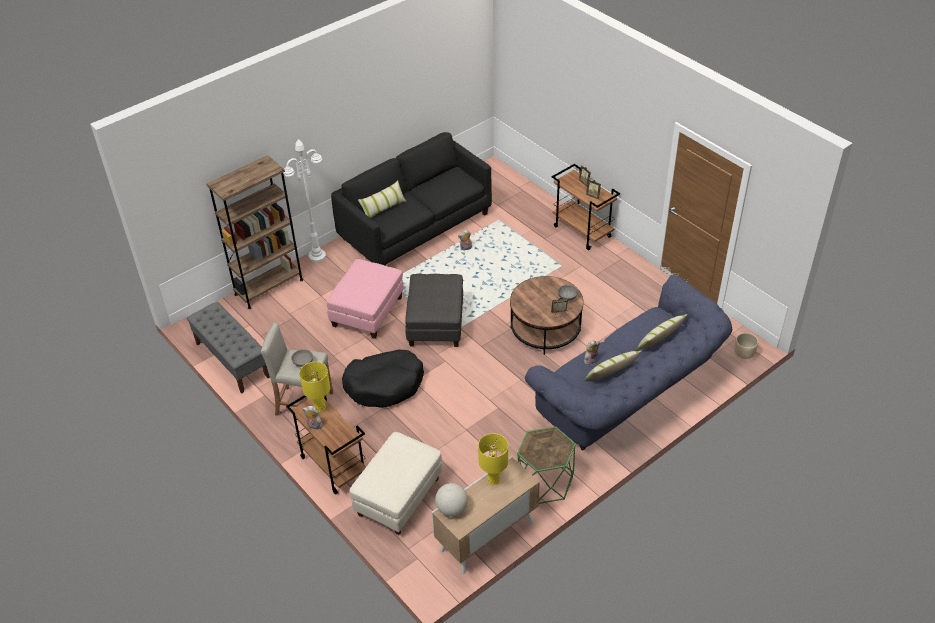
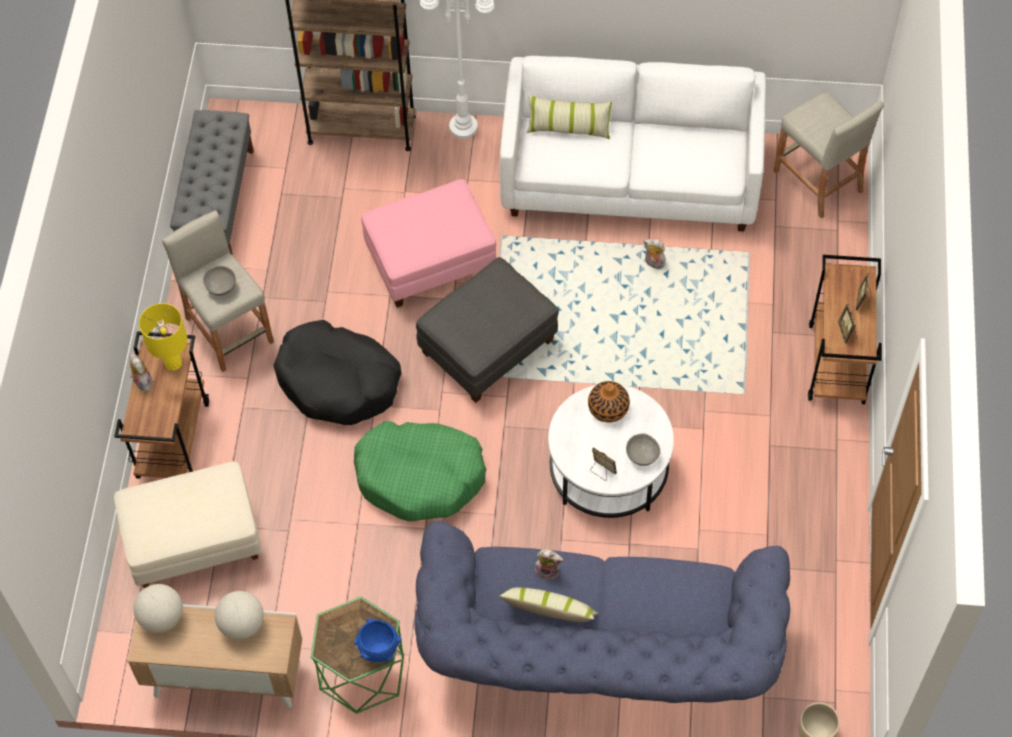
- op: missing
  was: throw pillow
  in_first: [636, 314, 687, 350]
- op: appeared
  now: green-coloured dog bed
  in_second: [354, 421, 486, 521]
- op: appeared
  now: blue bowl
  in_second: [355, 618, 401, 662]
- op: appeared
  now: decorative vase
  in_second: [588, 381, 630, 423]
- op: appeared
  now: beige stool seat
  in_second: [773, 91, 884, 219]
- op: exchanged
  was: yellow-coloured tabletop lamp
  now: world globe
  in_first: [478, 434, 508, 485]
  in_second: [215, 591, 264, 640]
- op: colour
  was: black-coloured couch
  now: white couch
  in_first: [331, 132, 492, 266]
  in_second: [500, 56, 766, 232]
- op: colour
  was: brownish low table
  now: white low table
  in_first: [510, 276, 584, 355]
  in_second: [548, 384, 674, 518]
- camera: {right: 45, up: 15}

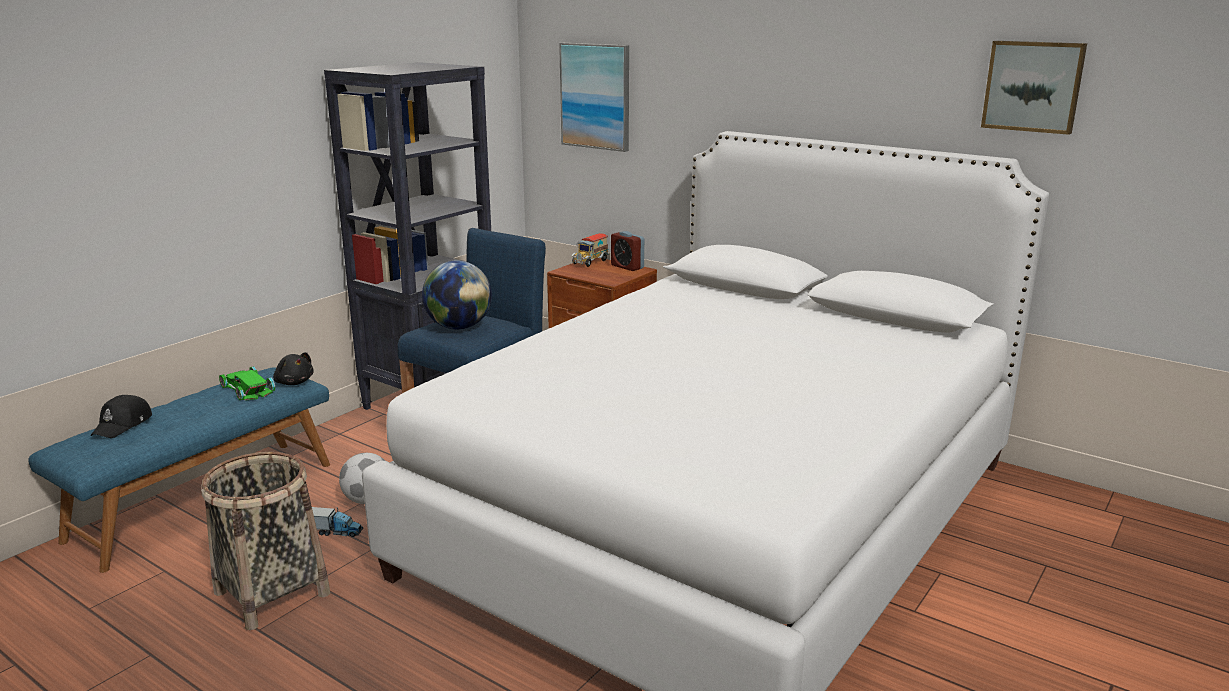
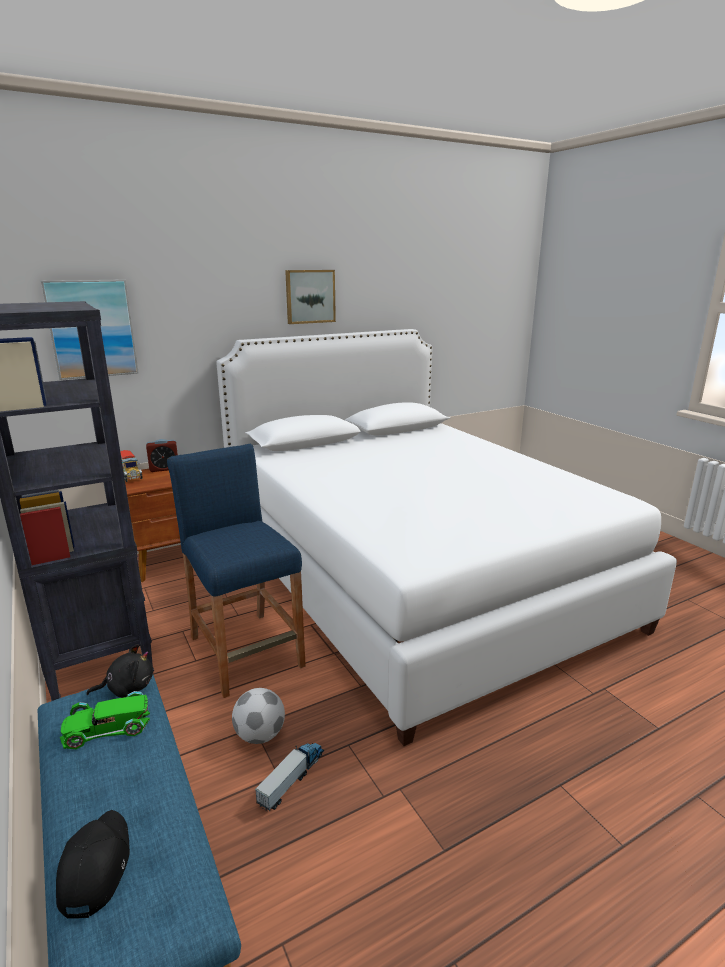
- op: missing
  was: storage basket
  in_first: [201, 452, 330, 630]
- op: missing
  was: world globe
  in_first: [422, 260, 492, 330]
- op: relocated
  was: picture
  in_first: [981, 41, 1087, 135]
  in_second: [285, 270, 336, 324]
- op: spun
  was: black-coloured baseball cap
  in_first: [91, 395, 152, 438]
  in_second: [56, 810, 130, 919]
  clockwise: -135
- camera: {right: -65, up: 0}

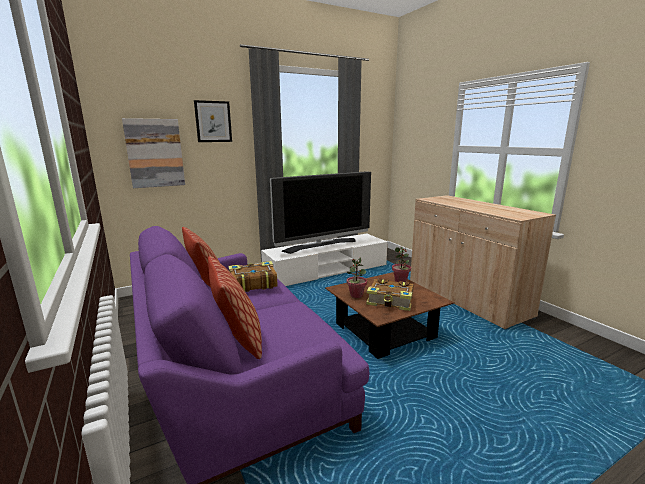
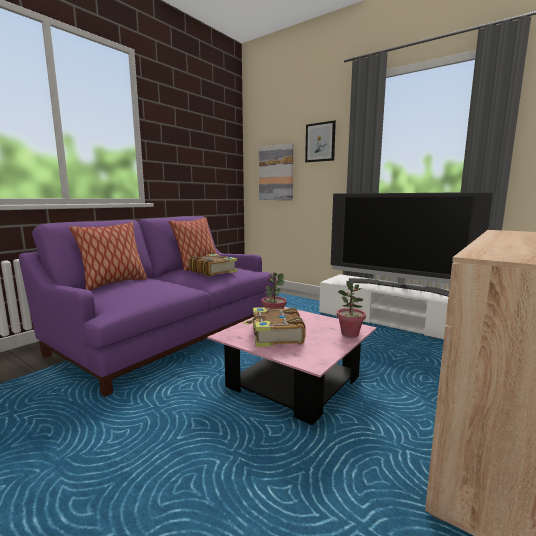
- op: colour
  was: brownish low table
  now: pink-coloured low table
  in_first: [325, 272, 454, 359]
  in_second: [207, 307, 377, 425]
- camera: {right: 65, up: -5}

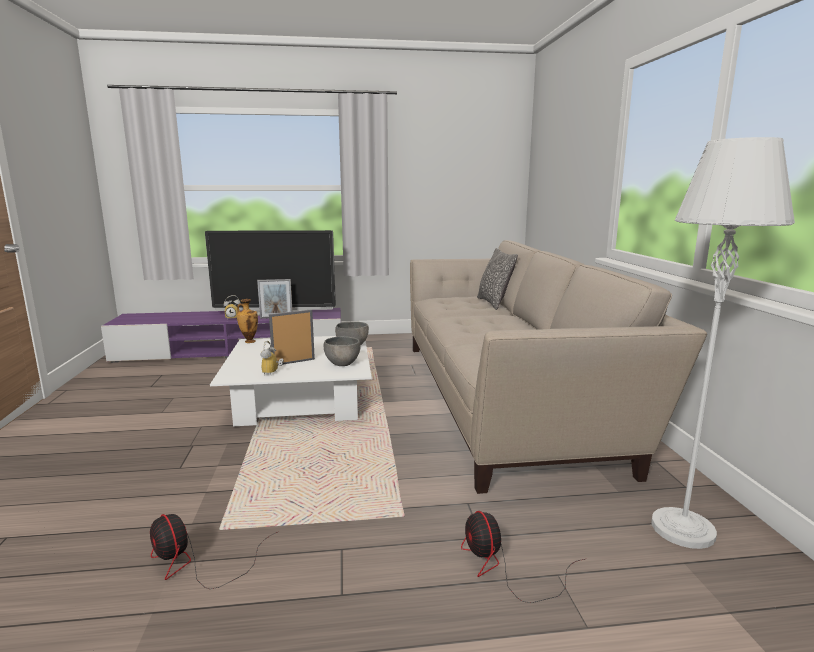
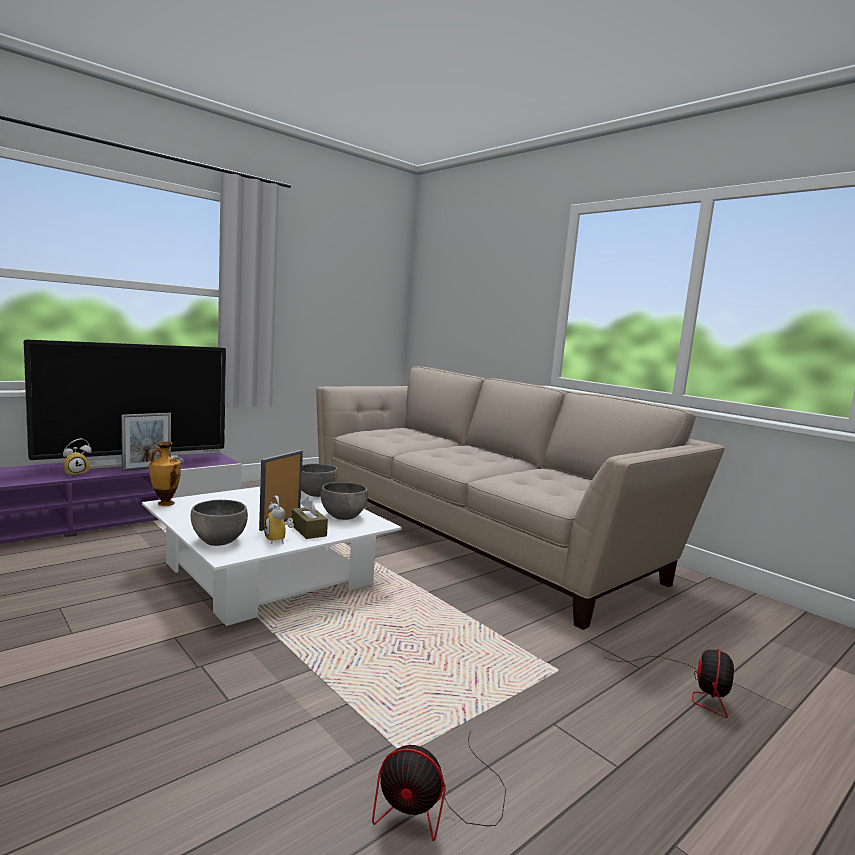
- op: missing
  was: throw pillow
  in_first: [477, 248, 518, 310]
- op: missing
  was: grey standing lamp
  in_first: [651, 137, 795, 549]
- op: appeared
  now: grey bowl
  in_second: [191, 500, 248, 546]
- op: appeared
  now: brownish tissue holder
  in_second: [292, 497, 328, 539]
- op: spun
  was: electric fan
  in_first: [461, 511, 585, 603]
  in_second: [604, 649, 734, 718]
  clockwise: -105
- camera: {right: -35, up: -5}

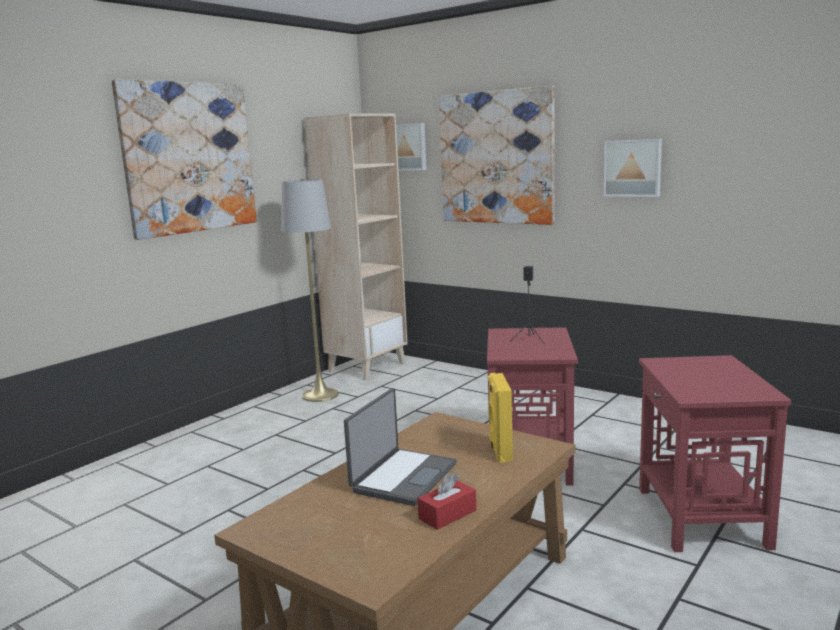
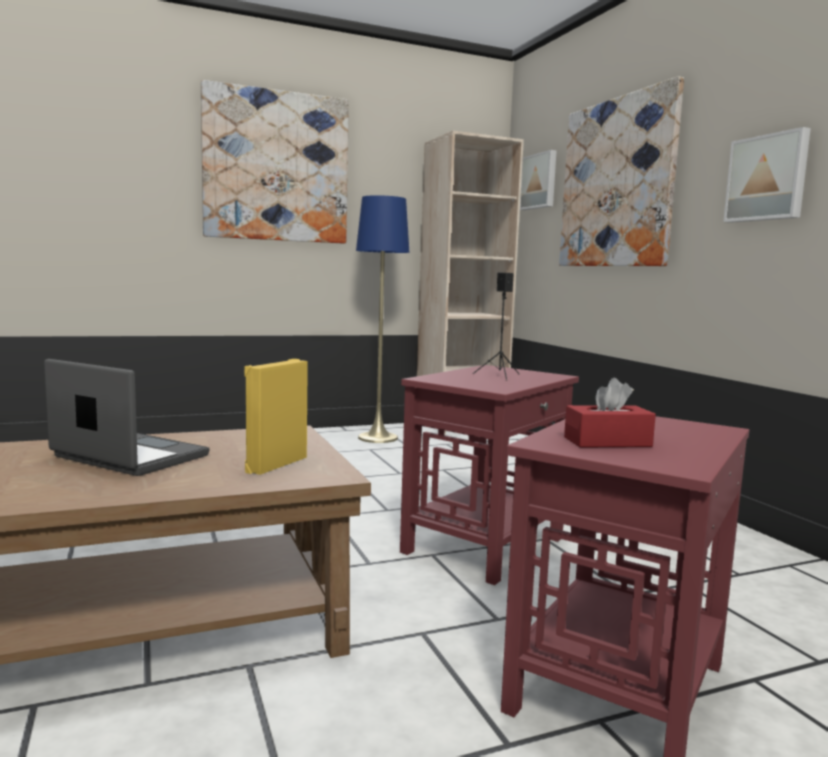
- op: relocated
  was: reddish tissue holder
  in_first: [417, 473, 476, 530]
  in_second: [564, 378, 656, 448]
- op: colour
  was: grey standing lamp
  now: blue standing lamp
  in_first: [281, 179, 339, 402]
  in_second: [356, 195, 410, 443]
- op: spun
  was: laptop
  in_first: [344, 388, 457, 506]
  in_second: [44, 359, 209, 476]
  clockwise: -120
- camera: {right: 30, up: -5}

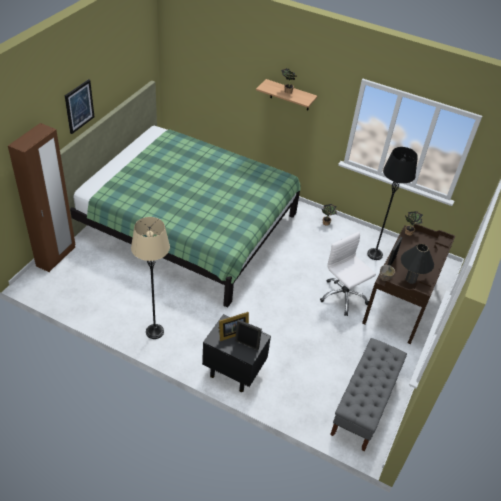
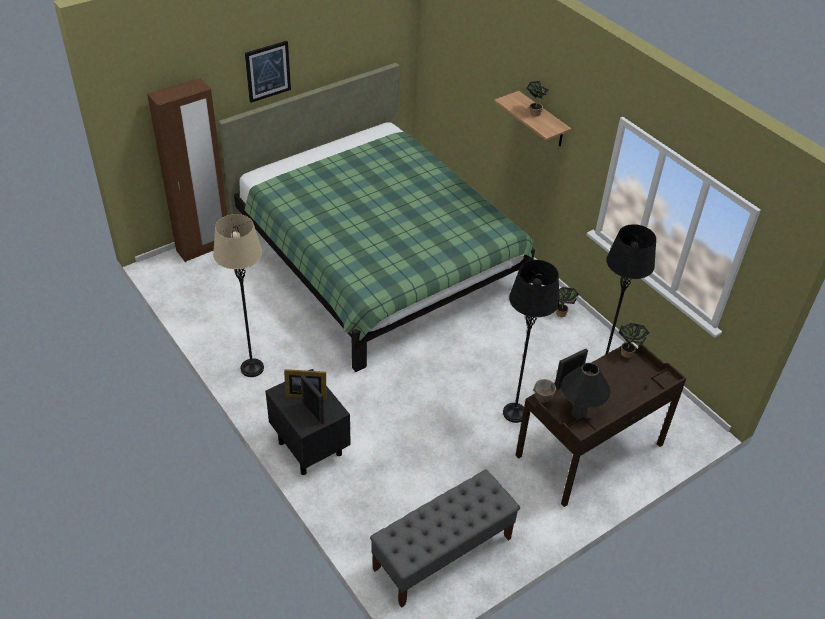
- op: exchanged
  was: white computer chair
  now: black-coloured standing lamp
  in_first: [320, 232, 376, 316]
  in_second: [503, 260, 559, 423]
- camera: {right: 30, up: 0}

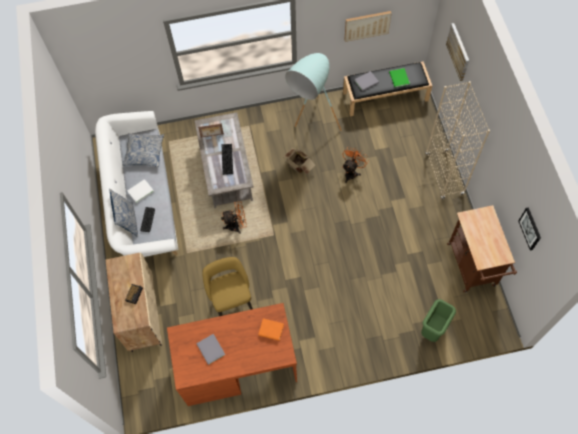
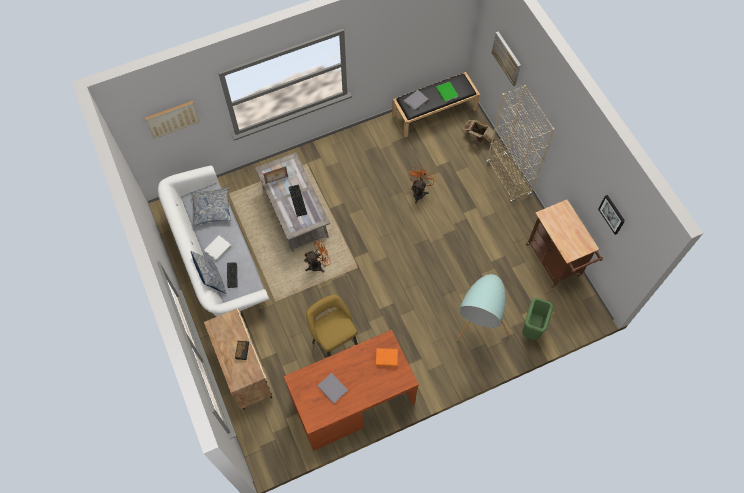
- op: relocated
  was: carton
  in_first: [283, 148, 316, 174]
  in_second: [463, 120, 494, 144]
- op: relocated
  was: turquoise standing lamp
  in_first: [285, 53, 342, 131]
  in_second: [456, 274, 509, 341]
- op: relocated
  was: picture
  in_first: [344, 11, 391, 42]
  in_second: [145, 101, 200, 139]
- camera: {right: -15, up: 0}

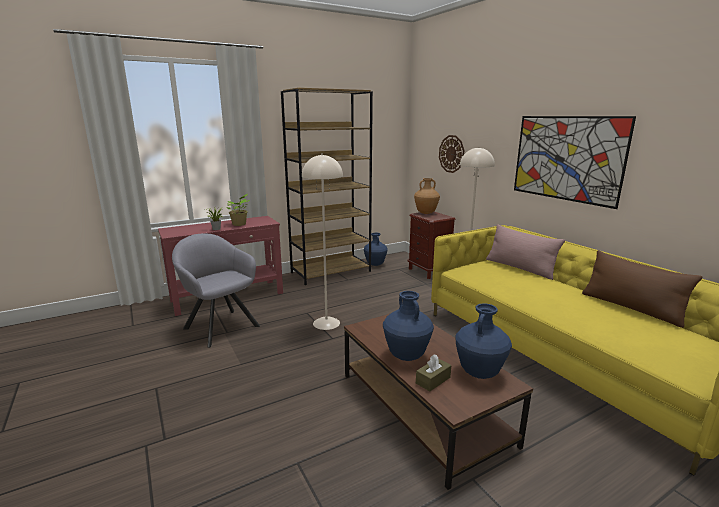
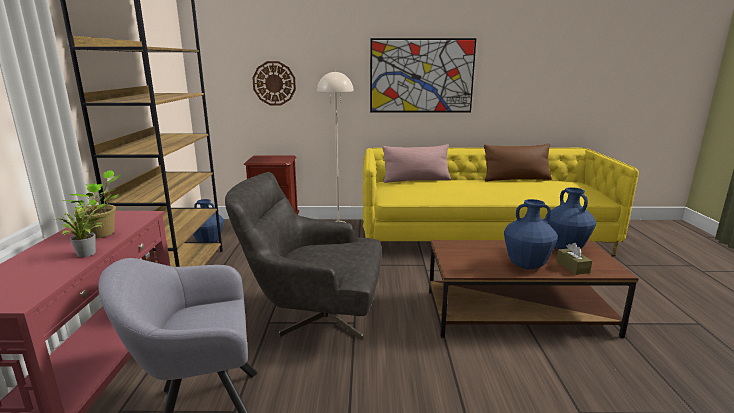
- op: missing
  was: brownish decorative vase
  in_first: [414, 178, 440, 214]
- op: exchanged
  was: beige standing lamp
  now: grey lounge chair
  in_first: [302, 154, 343, 330]
  in_second: [225, 172, 382, 340]
- camera: {right: -60, up: 0}

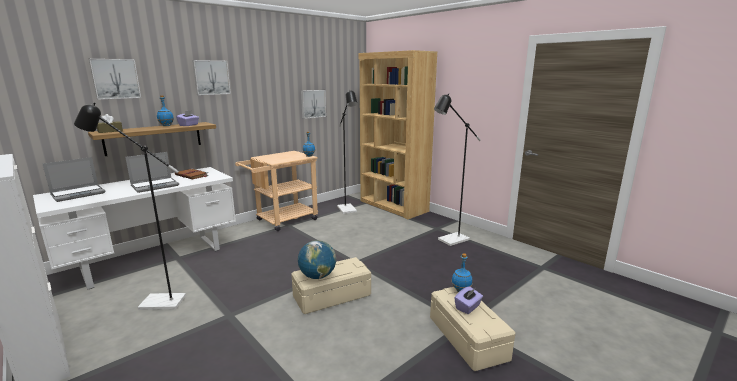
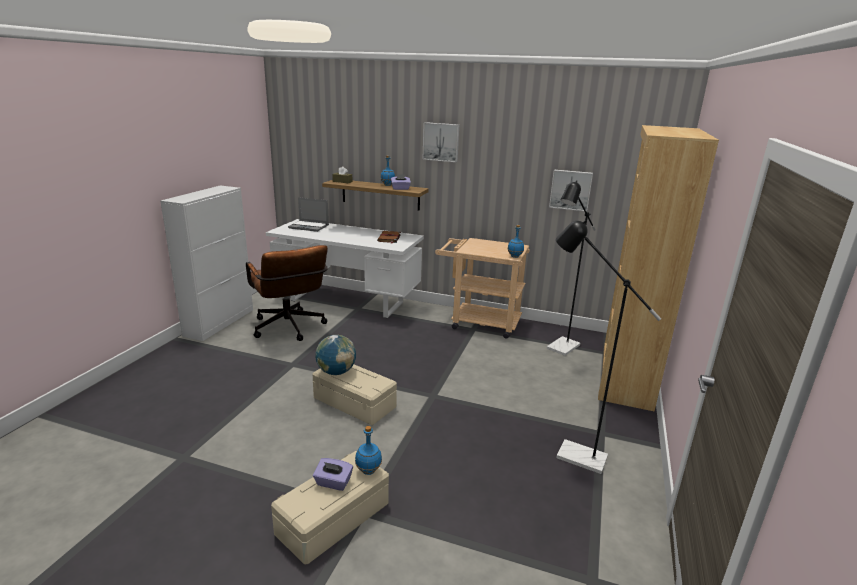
- op: missing
  was: picture
  in_first: [89, 59, 141, 100]
- op: missing
  was: laptop
  in_first: [125, 152, 179, 193]
- op: exchanged
  was: black-coloured standing lamp
  now: brownish computer chair
  in_first: [74, 102, 186, 310]
  in_second: [246, 245, 328, 341]
- camera: {right: 60, up: 5}

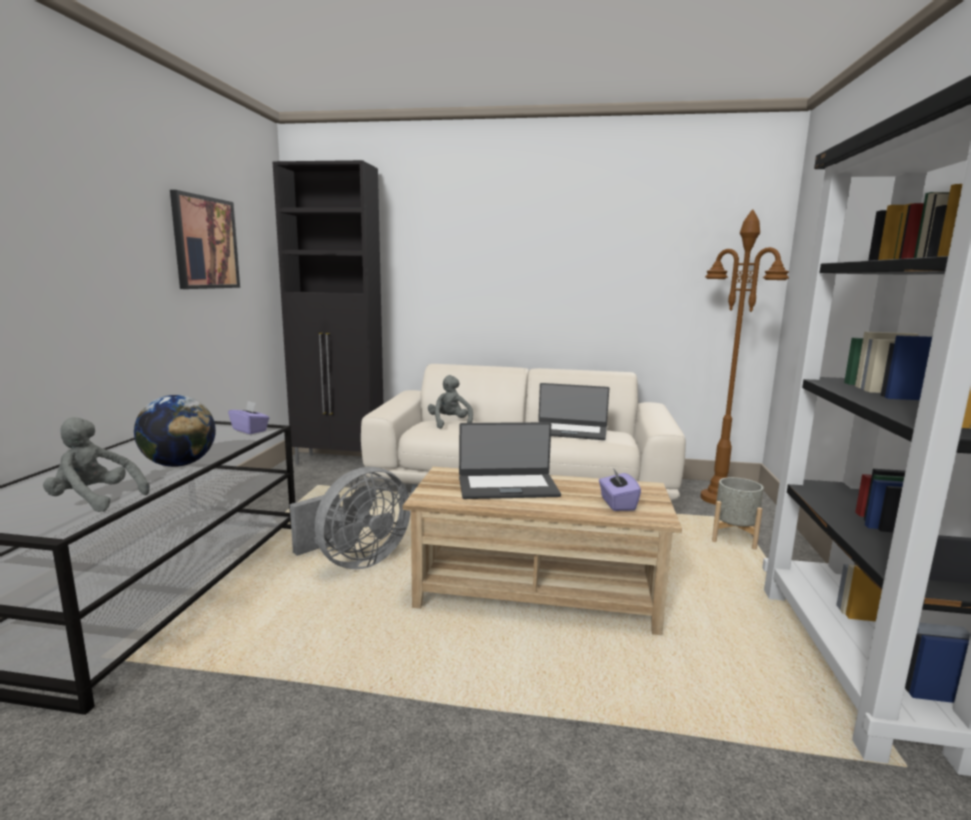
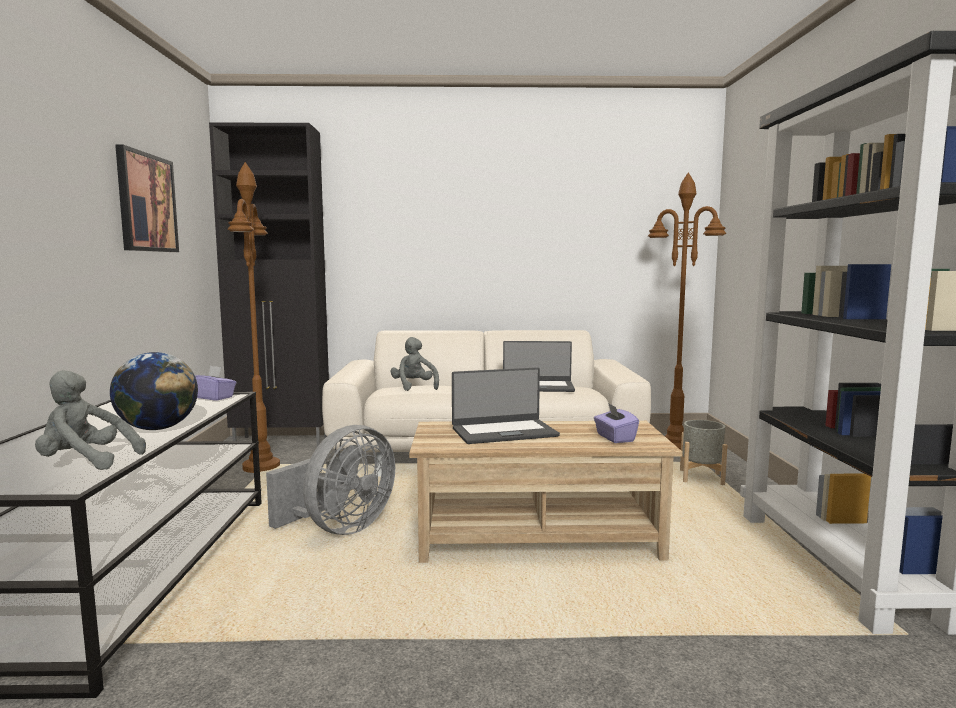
- op: appeared
  now: brownish standing lamp
  in_second: [228, 162, 280, 473]
- camera: {right: -10, up: -5}

